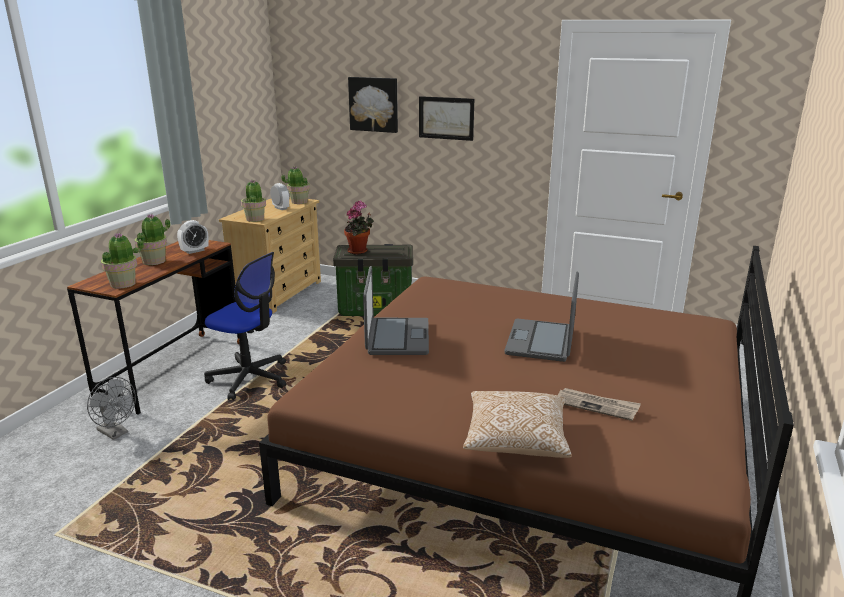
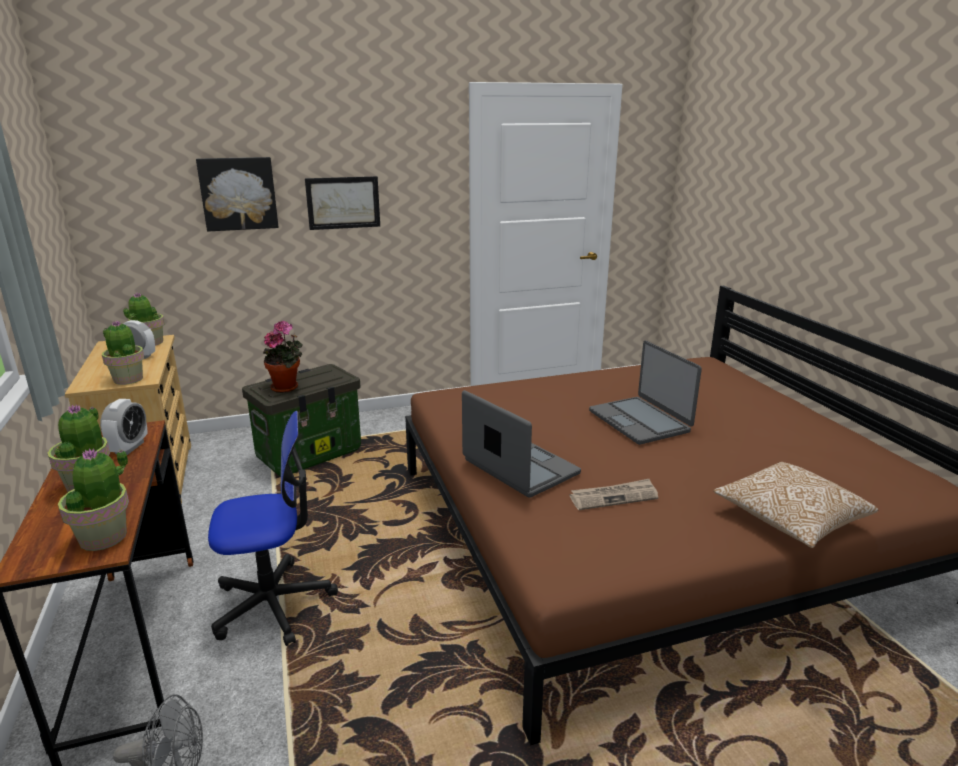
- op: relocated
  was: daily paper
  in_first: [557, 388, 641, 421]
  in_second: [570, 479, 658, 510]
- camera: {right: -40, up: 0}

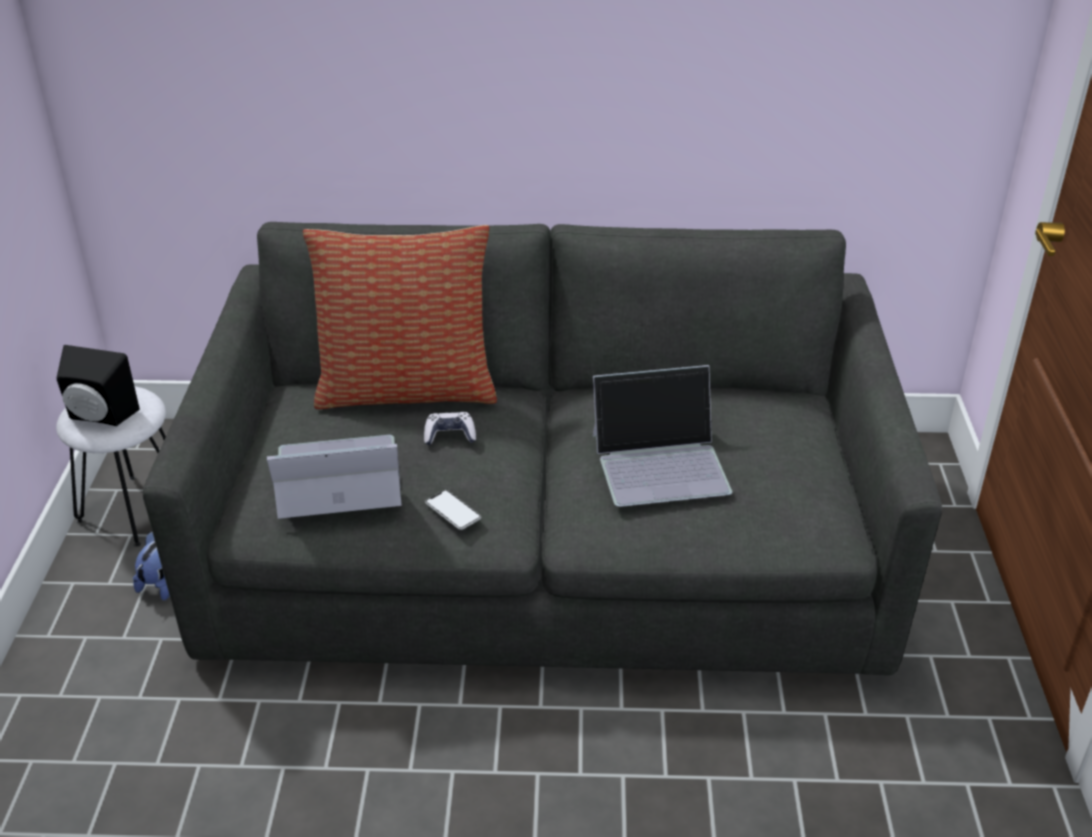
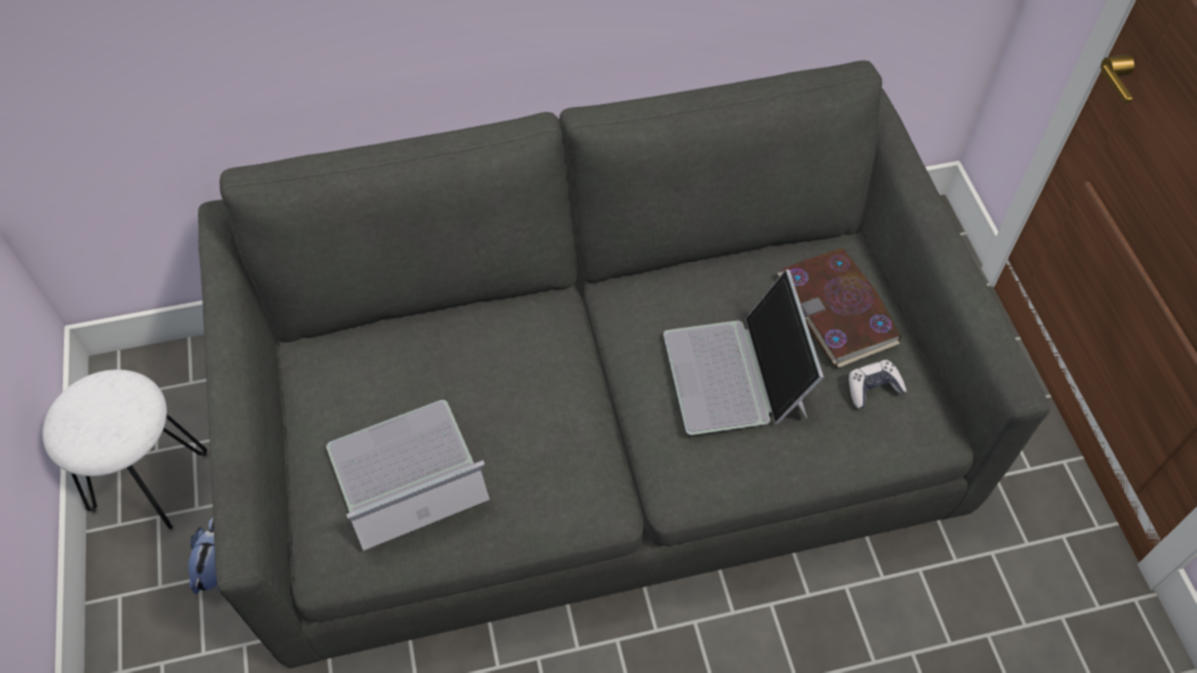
- op: missing
  was: black-coloured audio speaker
  in_first: [56, 345, 140, 426]
- op: missing
  was: throw pillow
  in_first: [303, 225, 497, 409]
- op: missing
  was: telephone
  in_first: [425, 490, 481, 530]
- op: appeared
  now: volume
  in_second: [778, 248, 901, 368]
- op: relocated
  was: gamepad
  in_first: [424, 412, 476, 445]
  in_second: [849, 360, 907, 408]
- op: spun
  was: laptop
  in_first: [593, 365, 732, 507]
  in_second: [663, 269, 824, 435]
  clockwise: 105
- camera: {right: -15, up: 20}

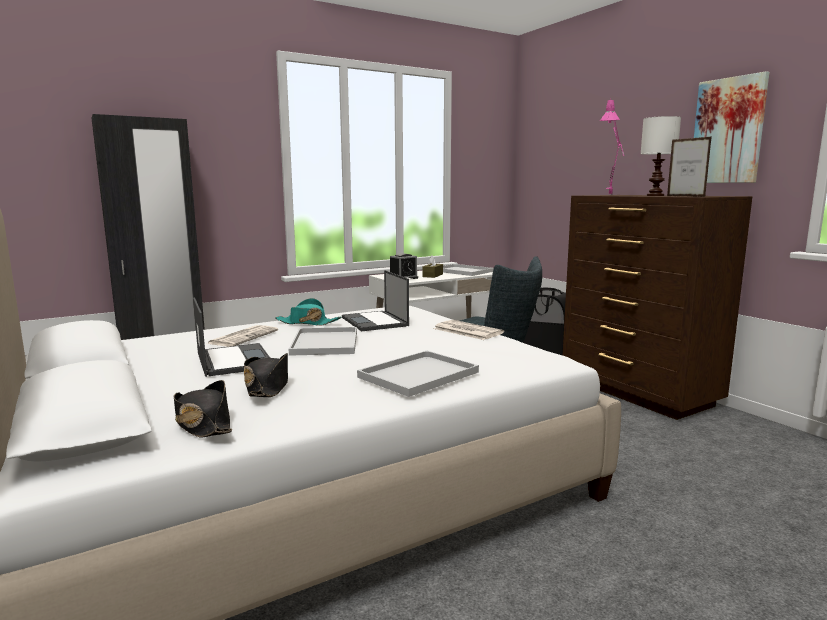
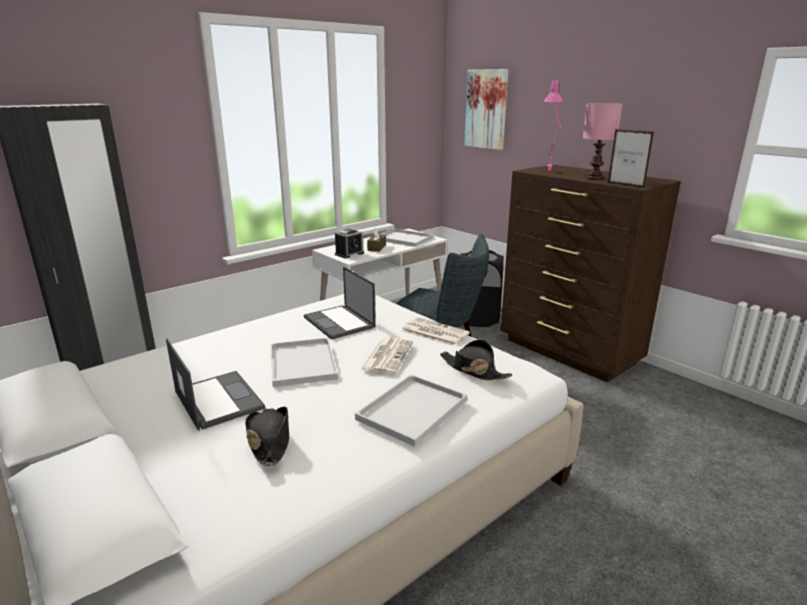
- op: missing
  was: turquoise hat
  in_first: [275, 298, 341, 326]
- op: relocated
  was: black-coloured hat
  in_first: [174, 380, 232, 437]
  in_second: [440, 339, 512, 381]
- op: relocated
  was: daily paper
  in_first: [206, 325, 278, 347]
  in_second: [360, 337, 413, 374]
- op: relocated
  was: picture
  in_first: [694, 71, 769, 183]
  in_second: [465, 69, 509, 150]
- op: colour
  was: white tabletop lamp
  now: pink-coloured tabletop lamp
  in_first: [641, 116, 681, 196]
  in_second: [583, 103, 622, 180]
- camera: {right: -10, up: 10}

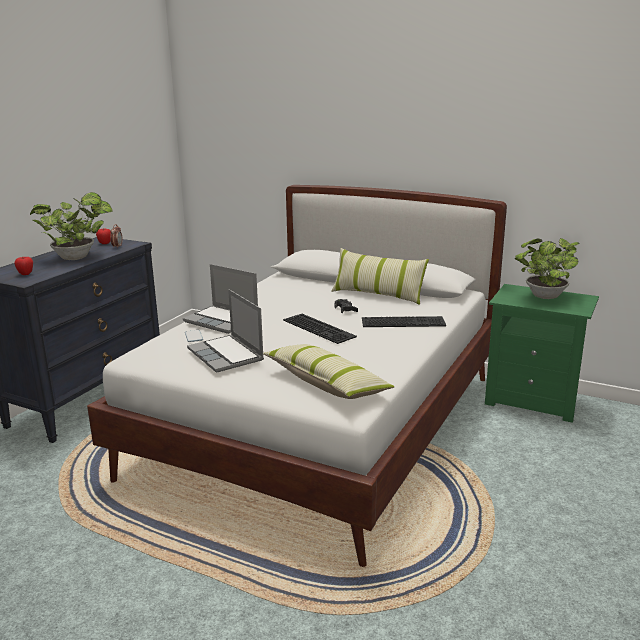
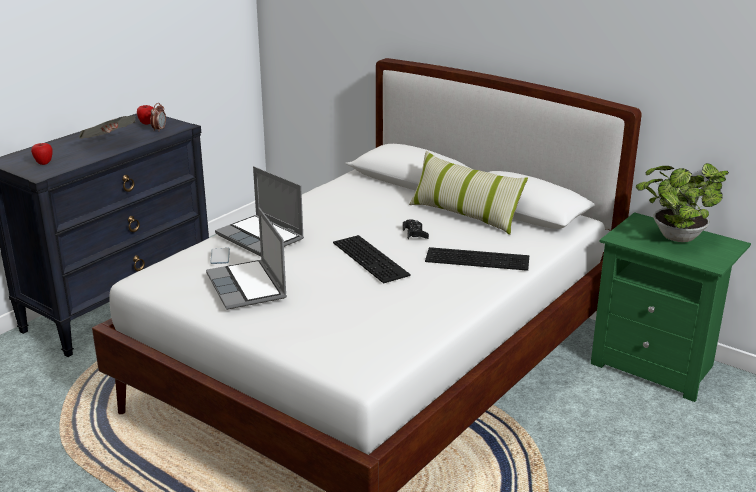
- op: missing
  was: throw pillow
  in_first: [263, 344, 394, 399]
- op: exchanged
  was: plant in a pot
  now: daily paper
  in_first: [30, 192, 112, 260]
  in_second: [79, 116, 136, 139]
- camera: {right: 10, up: 5}

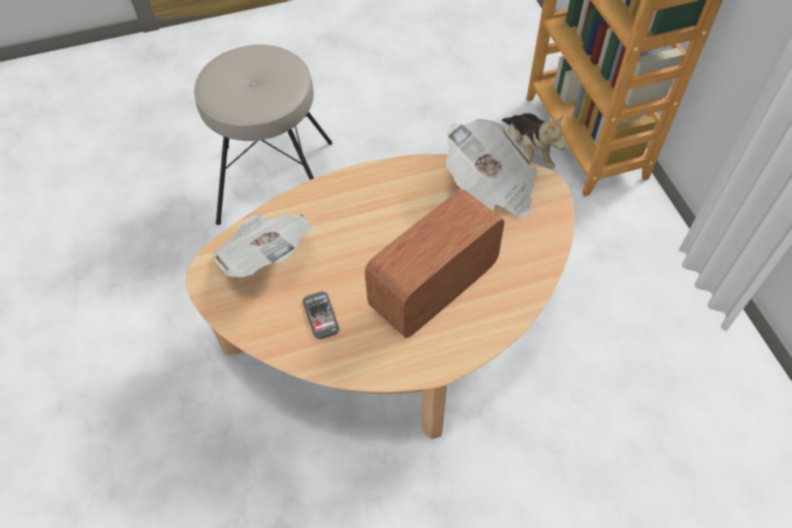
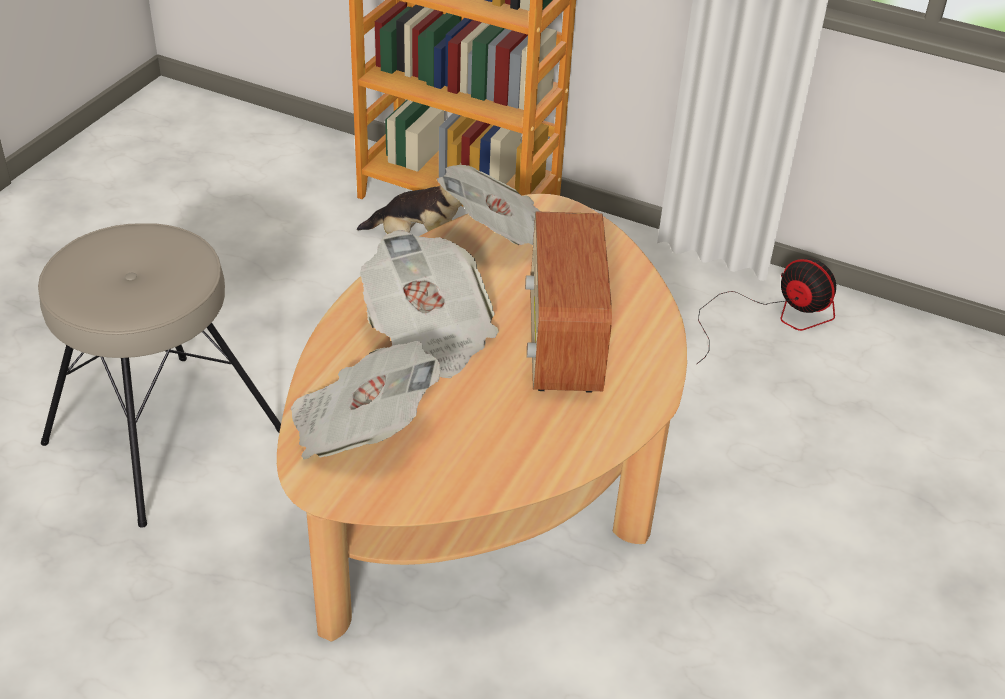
- op: missing
  was: telephone
  in_first: [303, 291, 340, 339]
- op: appeared
  now: daily paper
  in_second: [360, 230, 499, 378]
- op: appeared
  now: electric fan
  in_second: [697, 258, 836, 364]
- camera: {right: -50, up: -15}

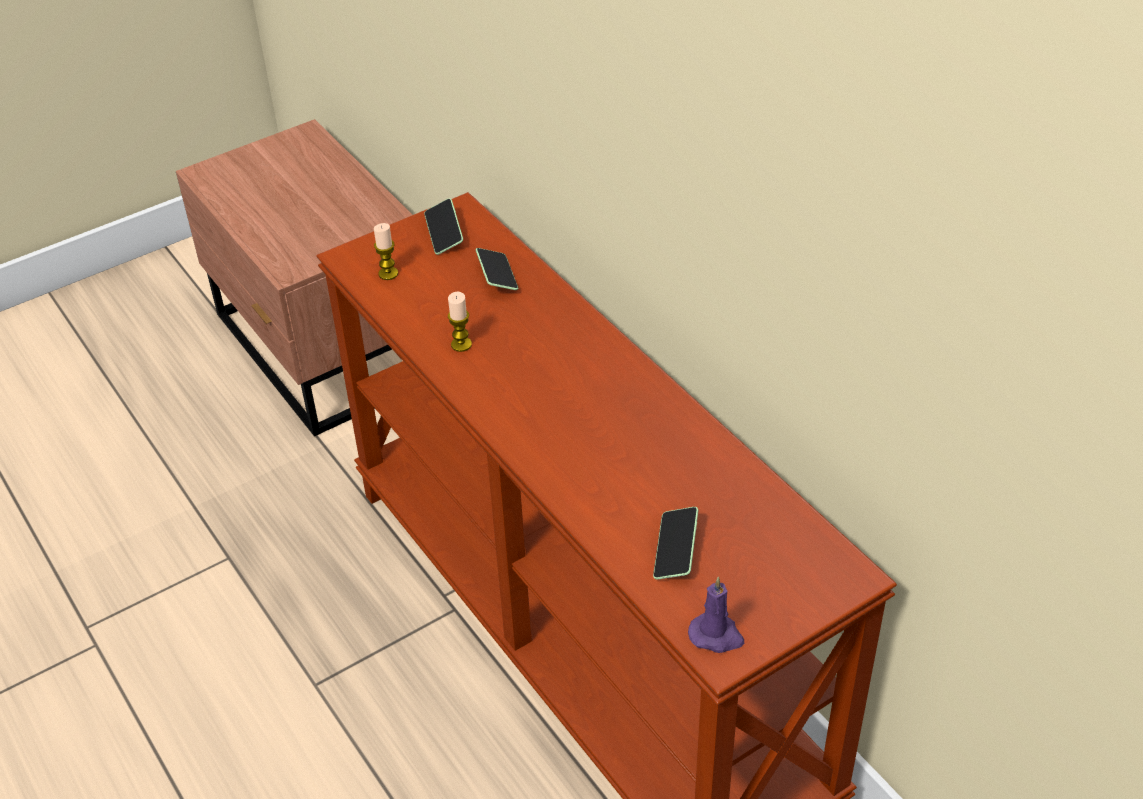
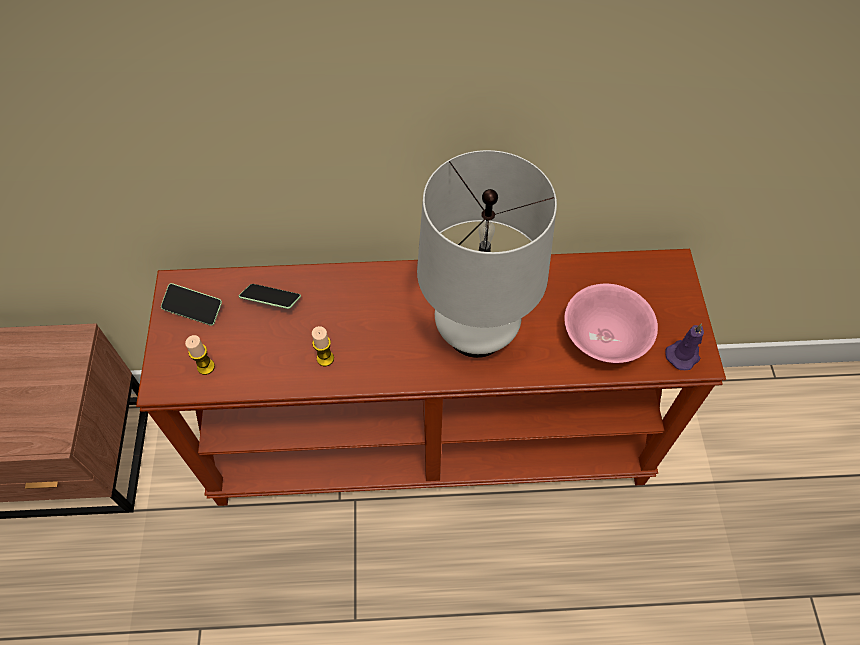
- op: appeared
  now: white tabletop lamp
  in_second: [417, 150, 557, 358]
- op: exchanged
  was: telephone
  now: pink-coloured bowl
  in_first: [653, 507, 698, 580]
  in_second: [564, 284, 658, 363]
- camera: {right: -60, up: 15}

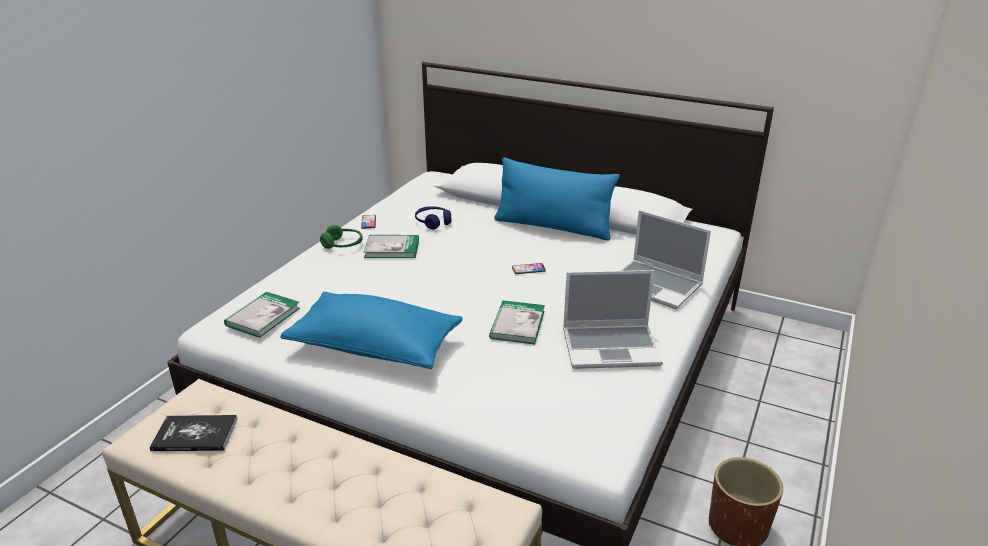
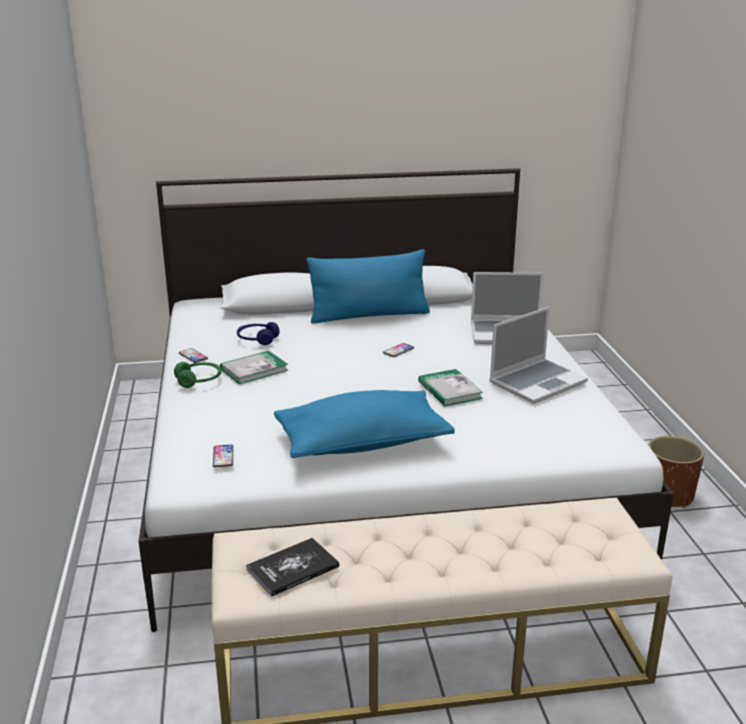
- op: exchanged
  was: volume
  now: telephone
  in_first: [224, 292, 300, 338]
  in_second: [213, 445, 233, 467]
- camera: {right: -35, up: -5}

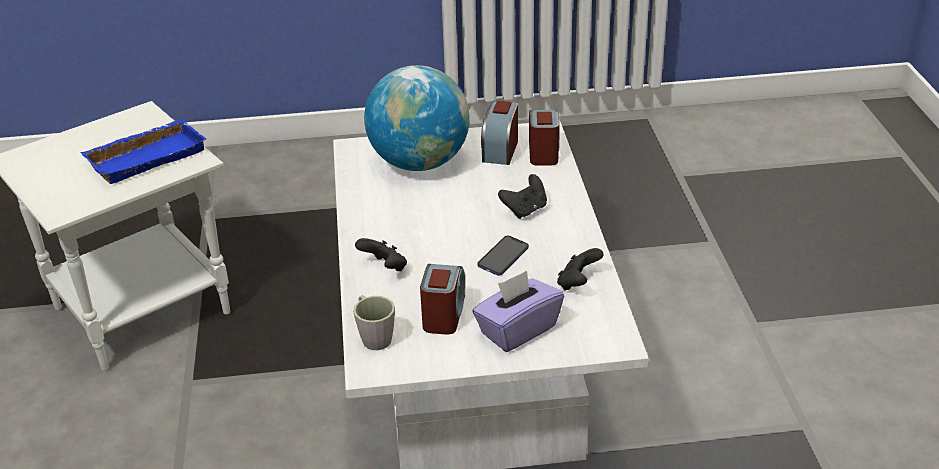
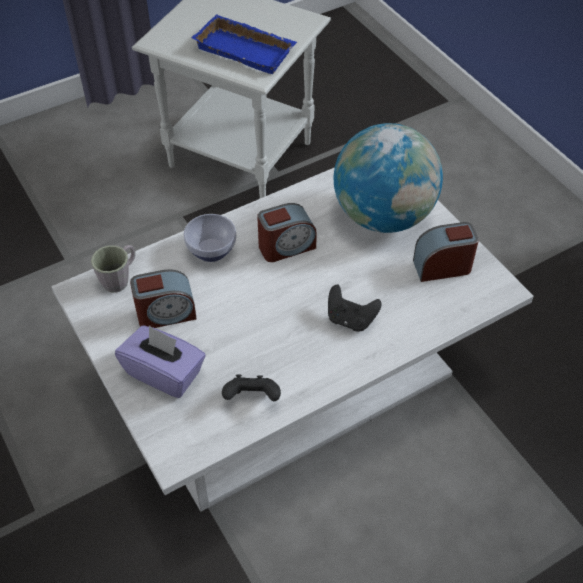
- op: missing
  was: telephone
  in_first: [477, 236, 529, 276]
- op: relocated
  was: table clock
  in_first: [529, 110, 560, 166]
  in_second: [257, 203, 317, 262]
- op: exchanged
  was: black-coloured gamepad
  now: bowl
  in_first: [355, 238, 407, 271]
  in_second: [184, 214, 237, 262]
- camera: {right: 65, up: 15}

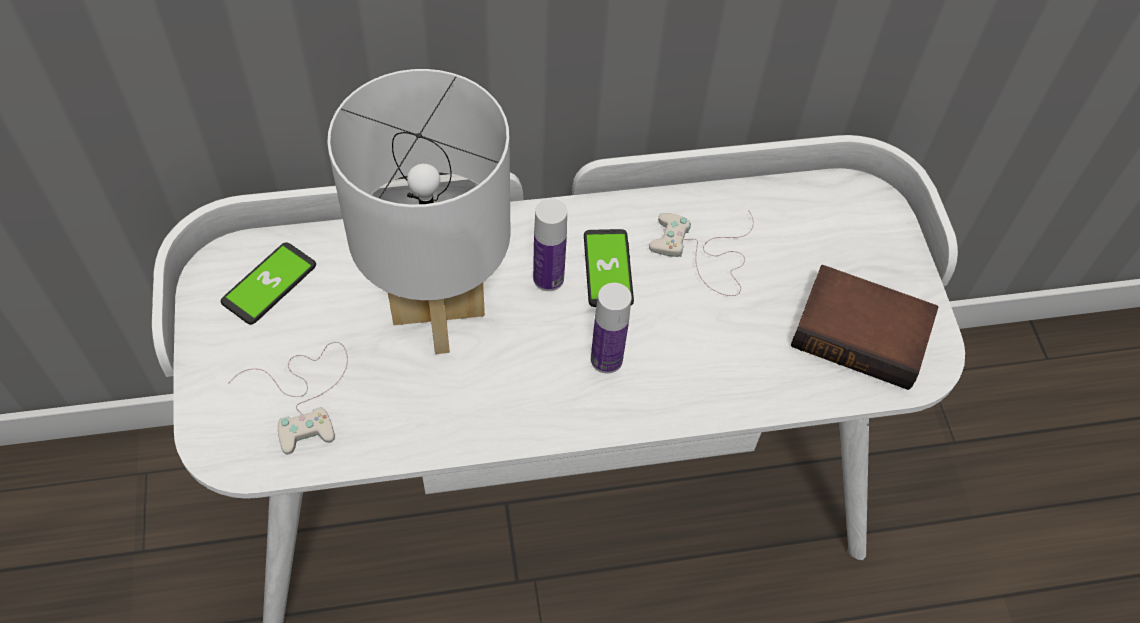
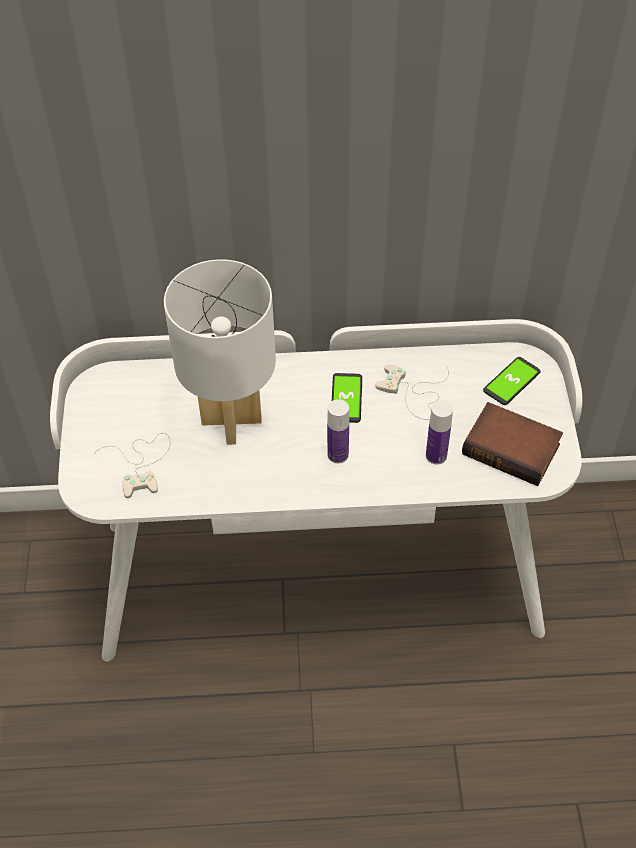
- op: relocated
  was: telephone
  in_first: [221, 242, 316, 324]
  in_second: [483, 357, 541, 405]
- op: relocated
  was: bottle
  in_first: [533, 198, 567, 291]
  in_second: [426, 400, 453, 464]
- camera: {right: 10, up: -5}

